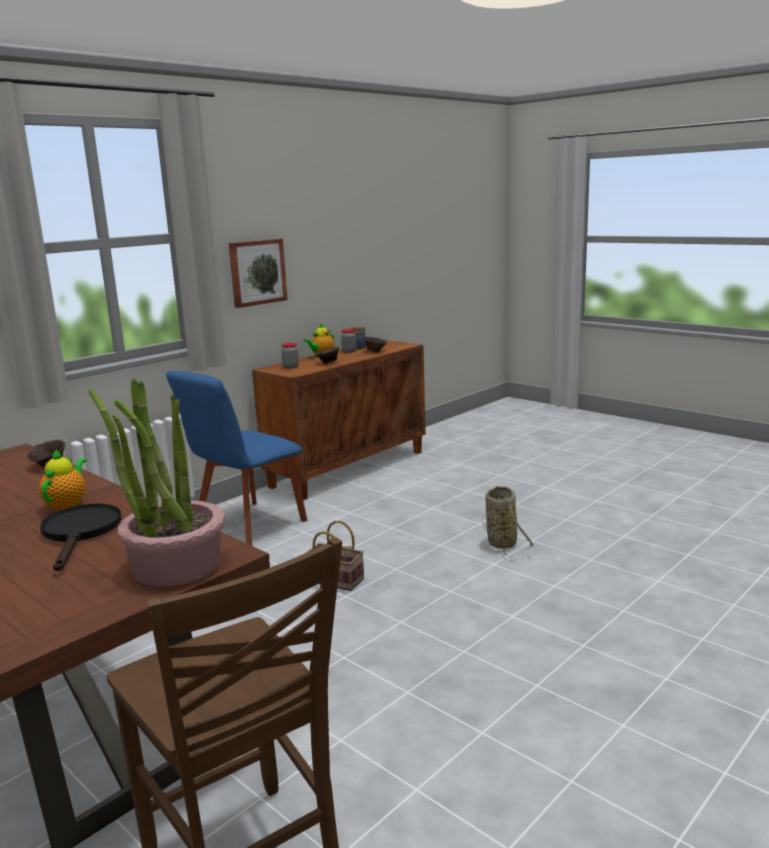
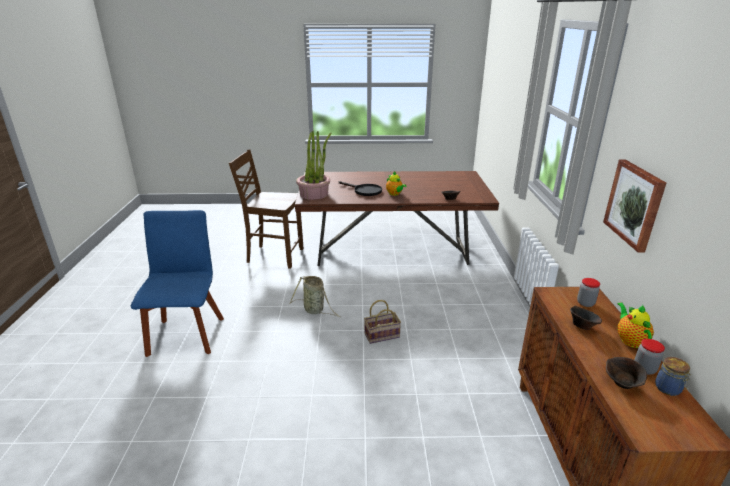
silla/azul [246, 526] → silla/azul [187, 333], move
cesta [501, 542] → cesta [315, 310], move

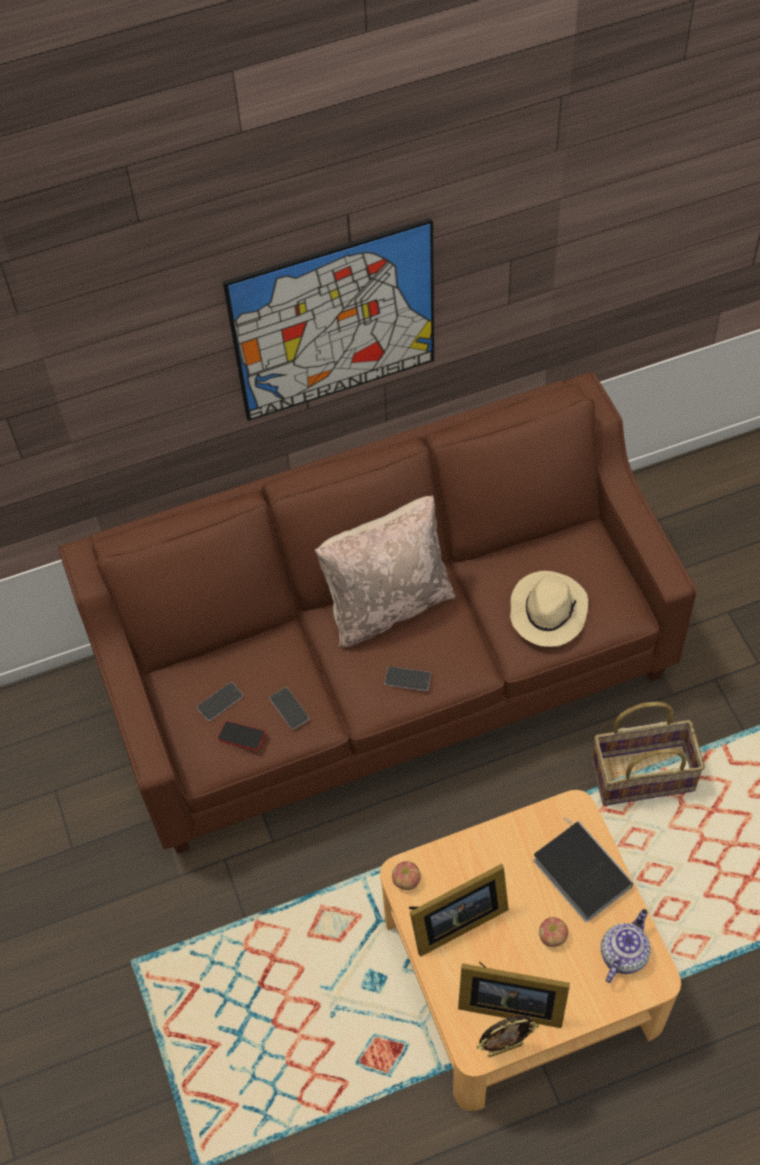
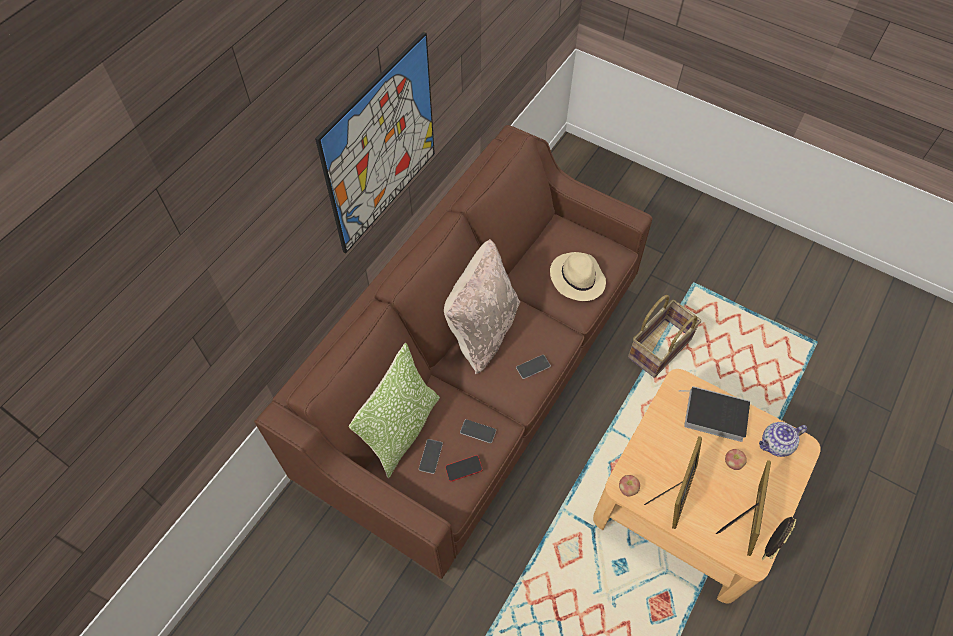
- → cojín [402, 430]
portarretratos [508, 1002] → portarretratos [744, 519], 45 degrees counterclockwise
tetera [623, 953] → tetera [775, 445], 105 degrees counterclockwise

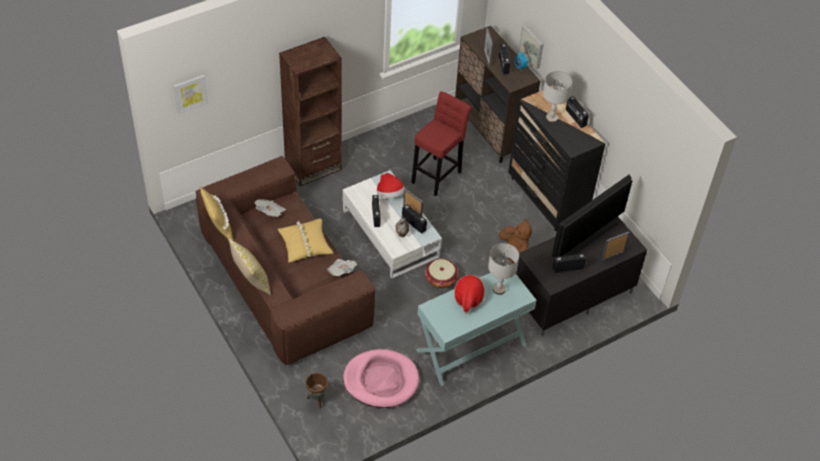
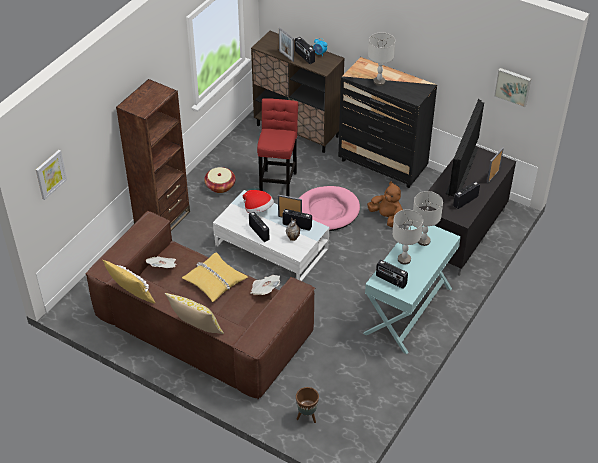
cama para perro/rosa [381, 380] → cama para perro/rosa [326, 211], move
cesta [441, 279] → cesta [220, 186], move
cuadro [532, 46] → cuadro [513, 86], move
radio [575, 118] → radio [391, 280], move
sombrero [468, 299] → lámpara de mesa/gris [404, 259]

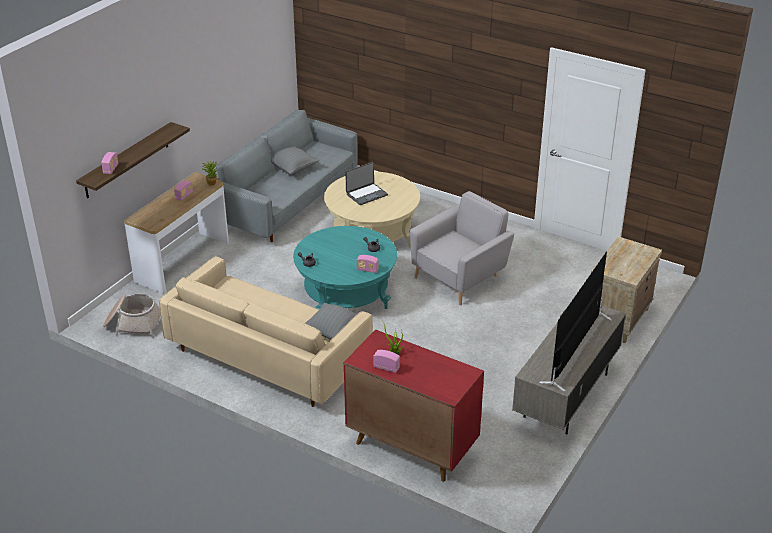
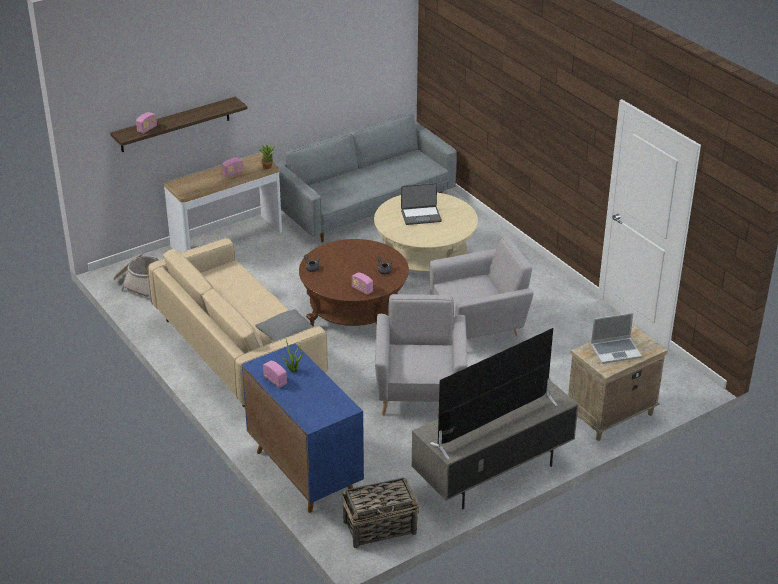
cojín/gris [293, 169] → -
- → cesta [380, 527]
- → sillón/gris [420, 390]
- → portátil [616, 351]
mesa de centro/turquesa [346, 294] → mesa de centro/marrón [354, 311]
armario/rojo [411, 446] → armario/azul [304, 471]

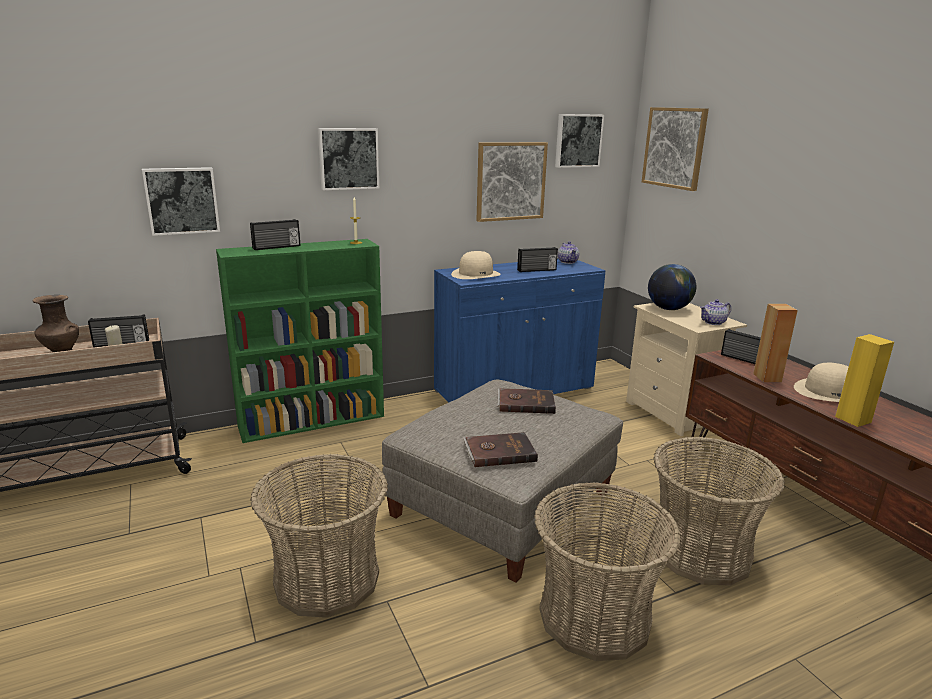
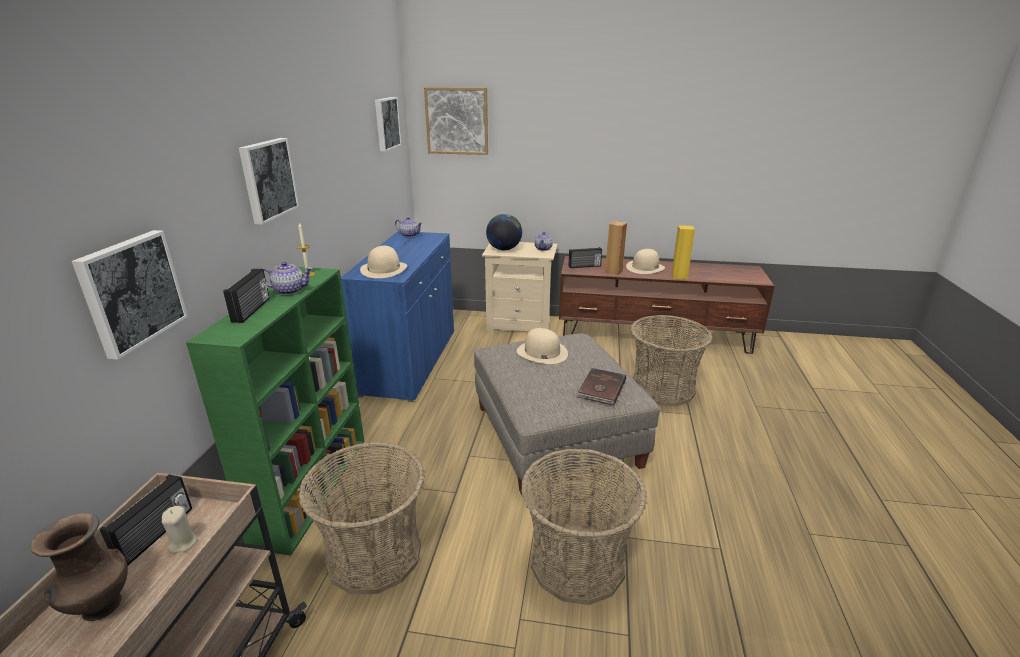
cuadro [510, 181] → -
radio [537, 270] → -
- → tetera [289, 291]
cesta [594, 616] → cesta [374, 554], move
libro/marrón [525, 403] → sombrero/beis [542, 352]

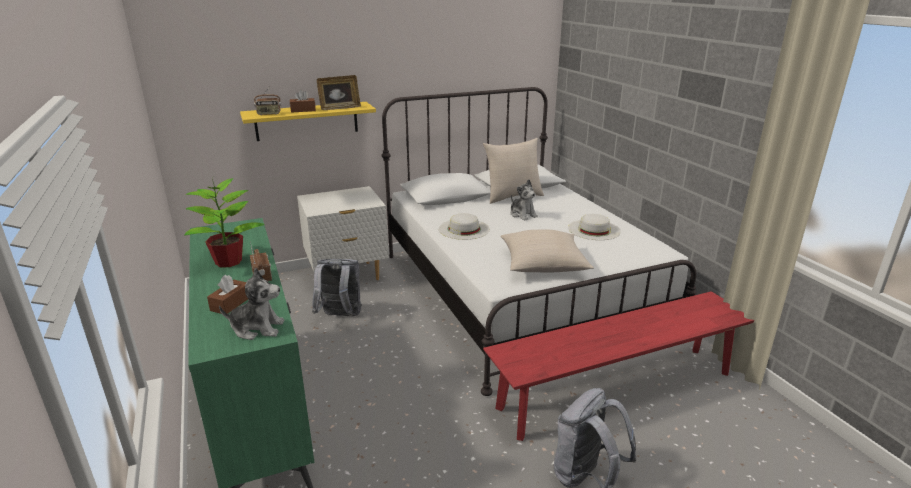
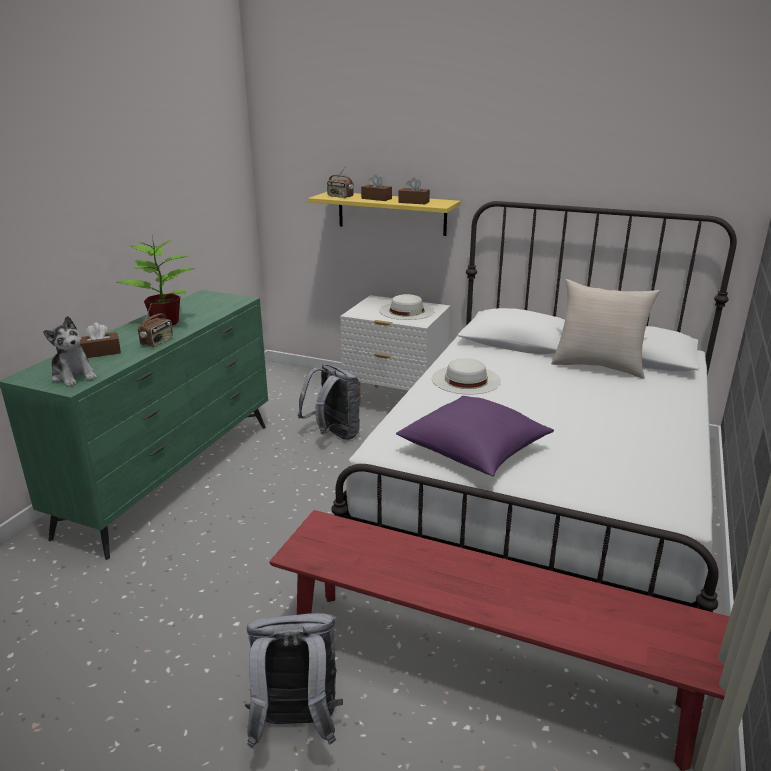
peluche [522, 214] → -
sombrero/blanco [594, 229] → sombrero/blanco [406, 311], move
portarretratos [340, 108] → caja de pañuelos/marrón [414, 202]
cojín/beis [543, 264] → cojín/morado [474, 450]

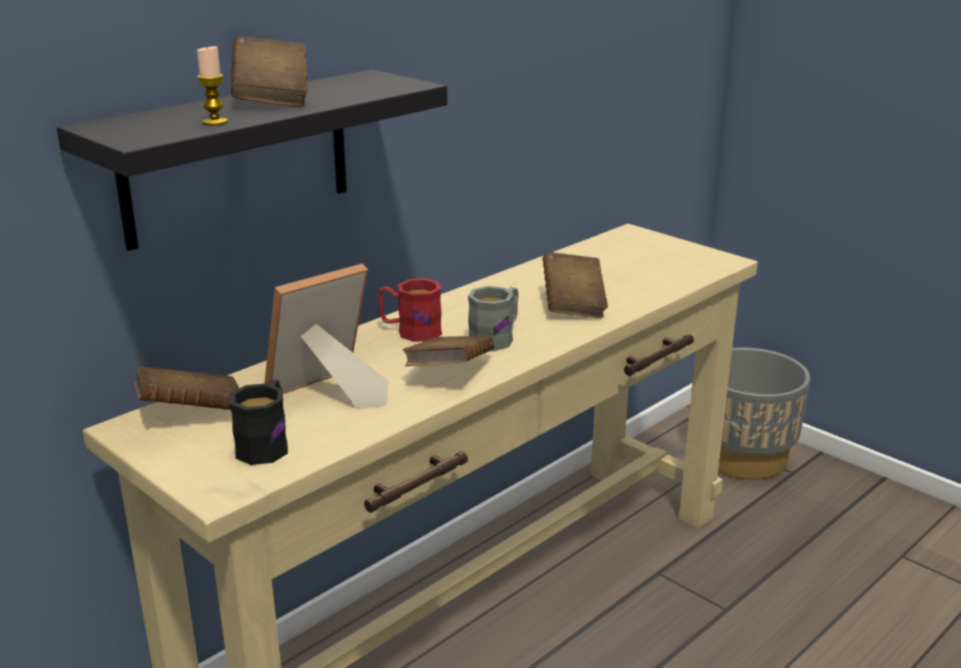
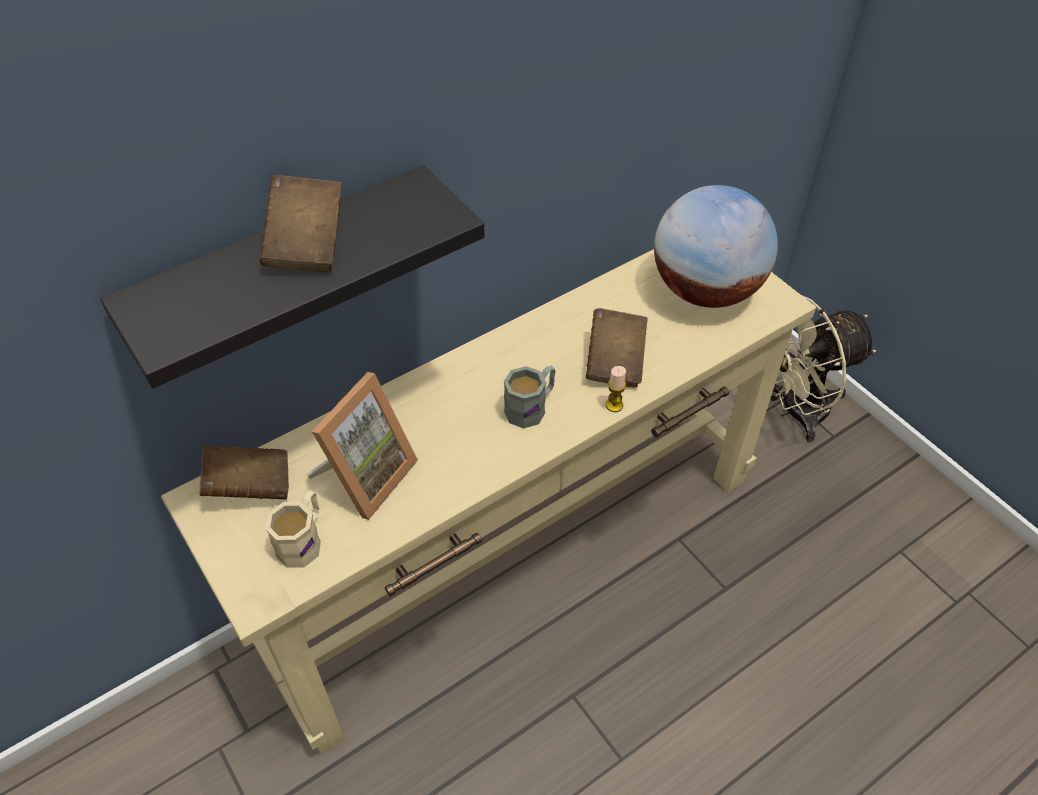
taza grande/rojo [410, 331] → -
libro/marrón [449, 373] → -
- → globo terráqueo [705, 291]
vela [215, 122] → vela [614, 405], move
maceta/gris [744, 458] → ventilador/beis [794, 412]
taza grande/negro [266, 444] → taza grande/beis [303, 540]
portarretratos [326, 395] → portarretratos [365, 476], 150 degrees clockwise

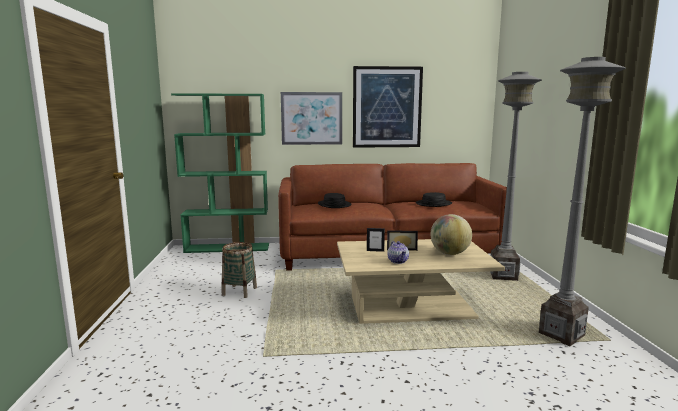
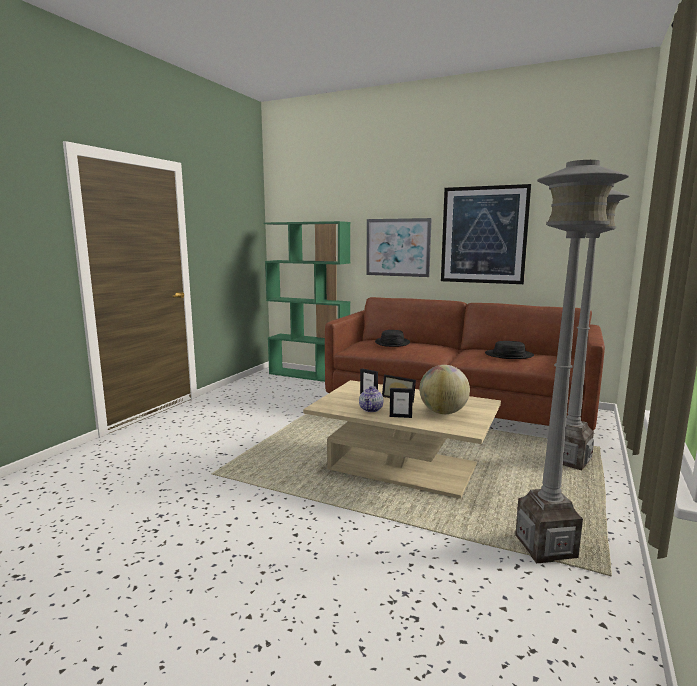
cesta [239, 291] → -
- → portarretratos [400, 416]

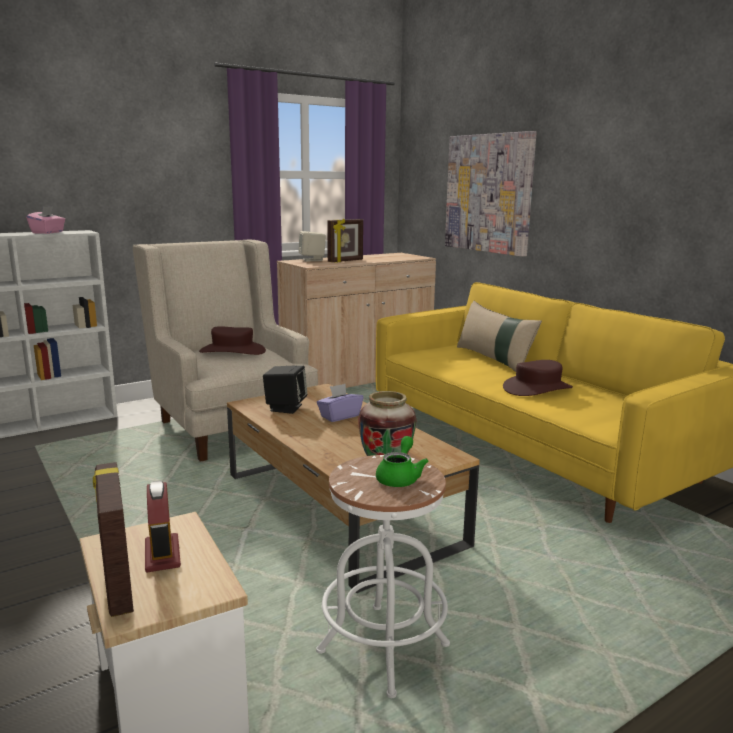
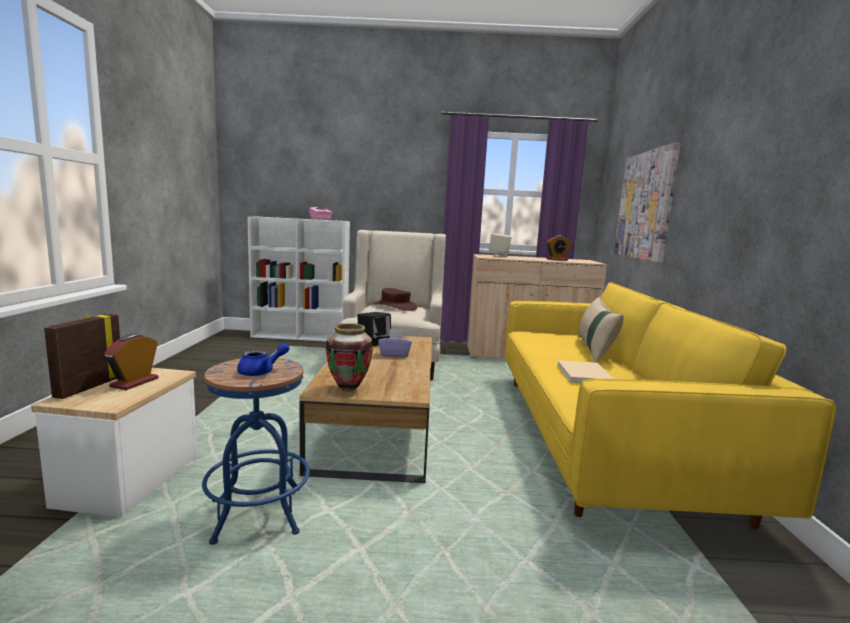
portarretratos [346, 261] → -
- → despertador [557, 259]
sombrero/marrón [537, 388] → libro/beis [585, 374]
taburete/blanco [383, 649] → taburete/azul [258, 515]
tetera/verde [400, 477] → tetera/azul [261, 372]

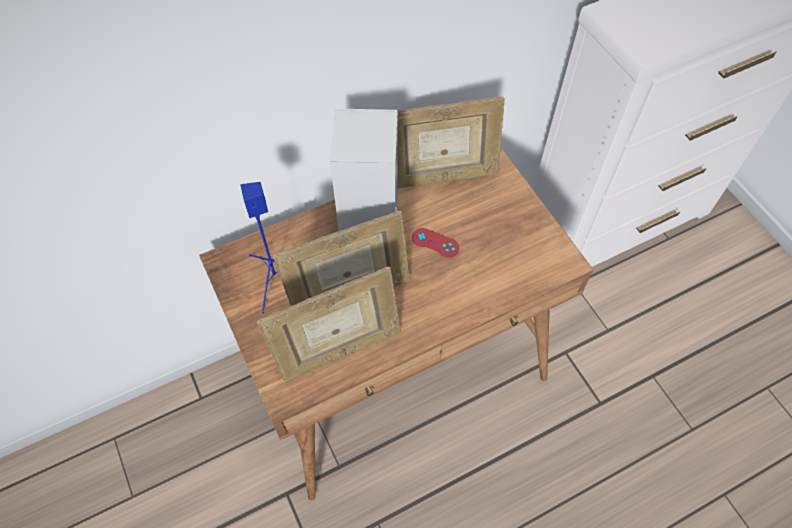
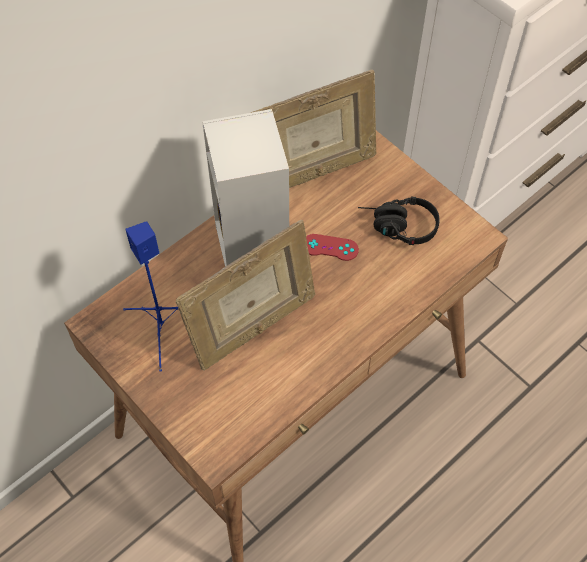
portarretratos [339, 351] → -
- → auriculares/negro [396, 227]

